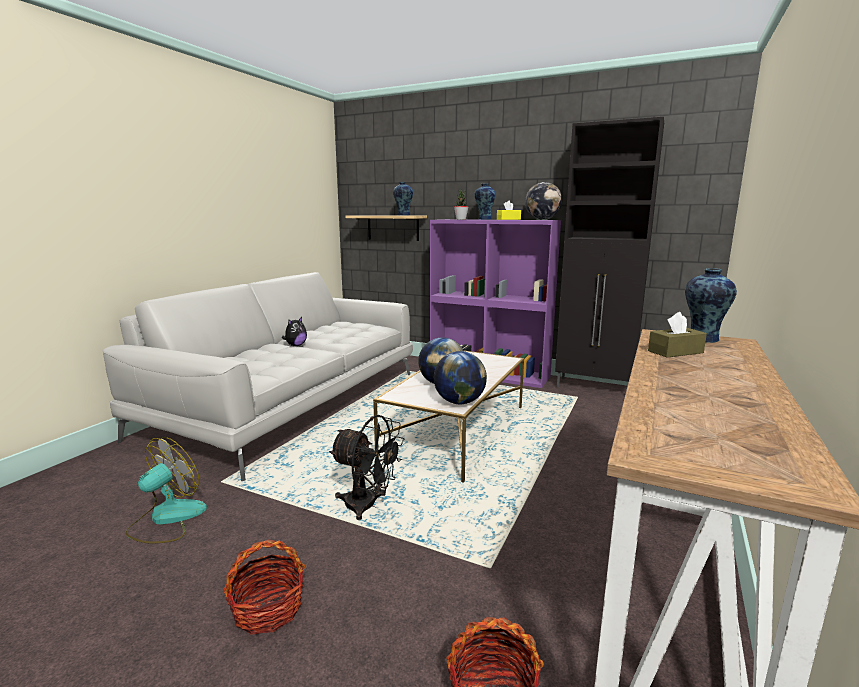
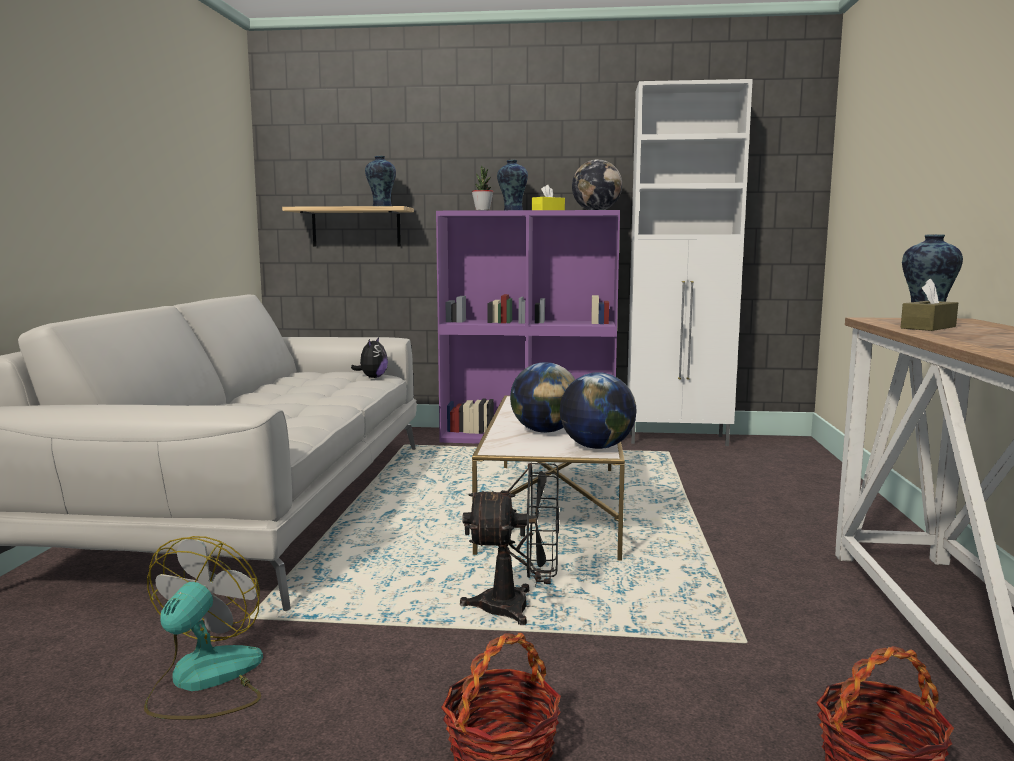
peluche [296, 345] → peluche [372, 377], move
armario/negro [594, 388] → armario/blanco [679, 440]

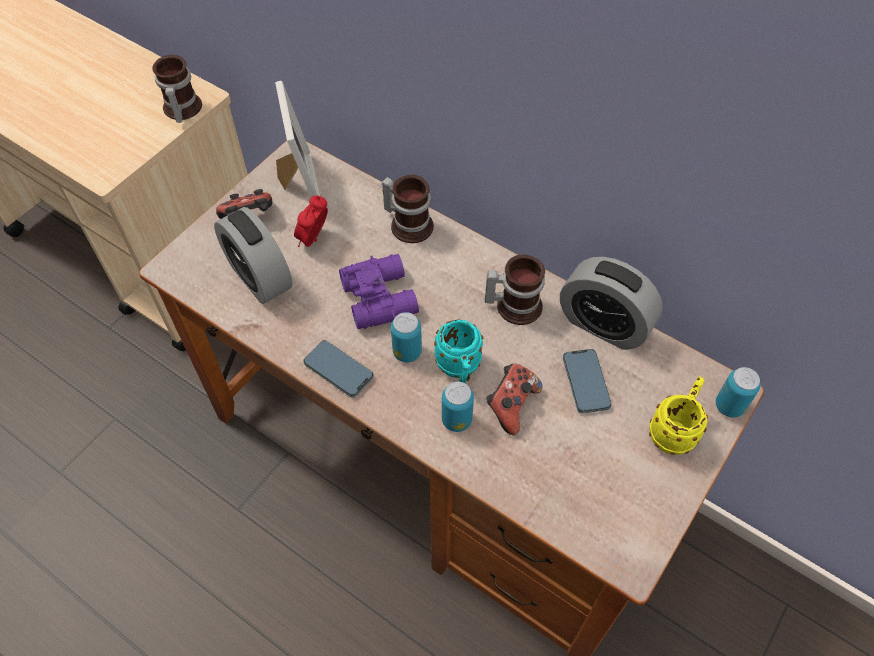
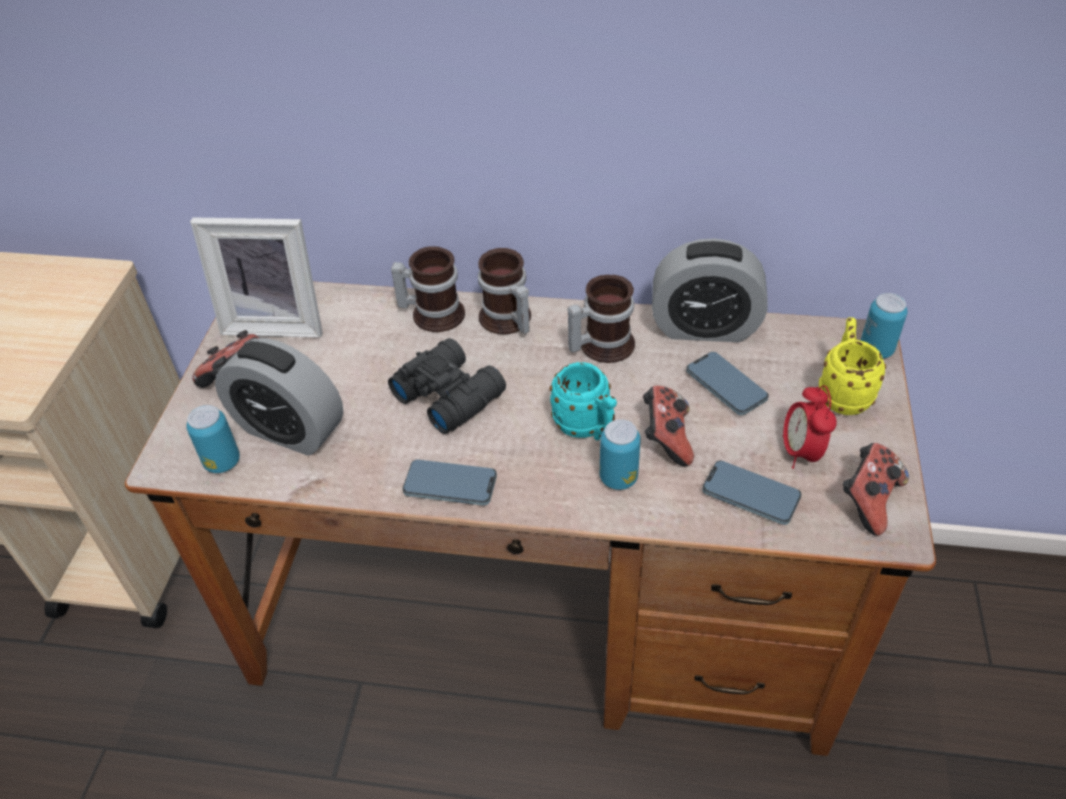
- → móvil [750, 495]
- → mando de consola [868, 500]
taza grande [180, 110] → taza grande [506, 321], move
despertador [314, 240] → despertador [801, 452], move
lata [407, 352] → lata [222, 462], move
prismáticos/morado [380, 296] → prismáticos/negro [449, 393]
portarretratos [298, 184] → portarretratos [276, 321], 135 degrees clockwise

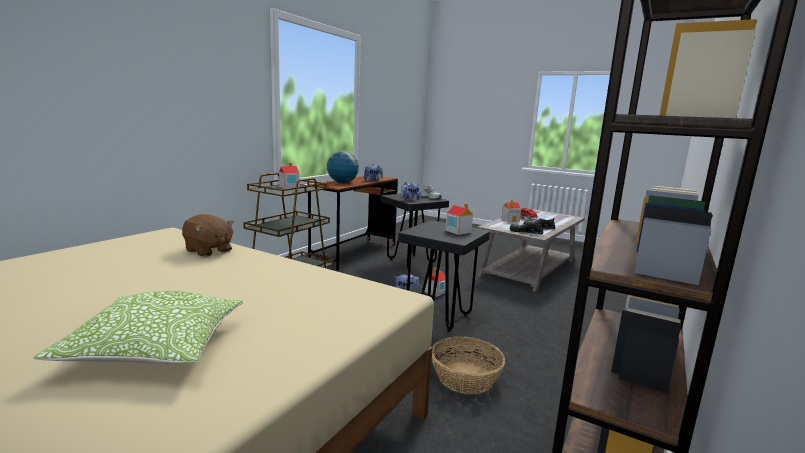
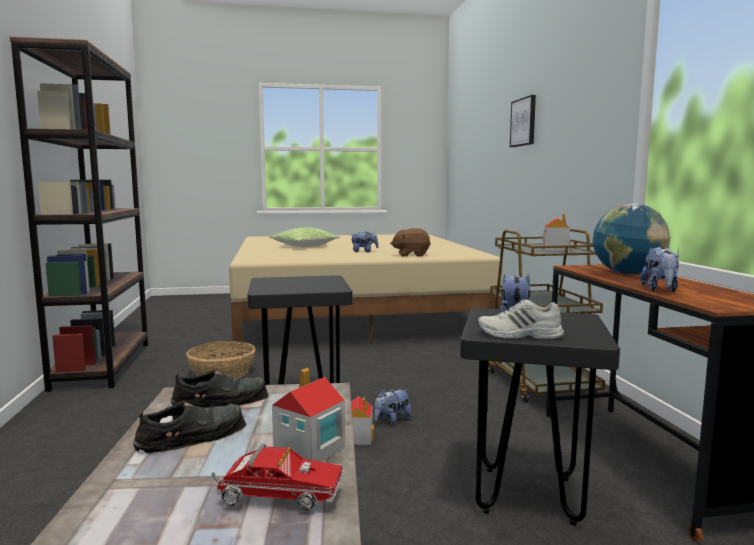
casita [458, 231] → -
- → peluche [364, 252]
- → cuadro [524, 122]

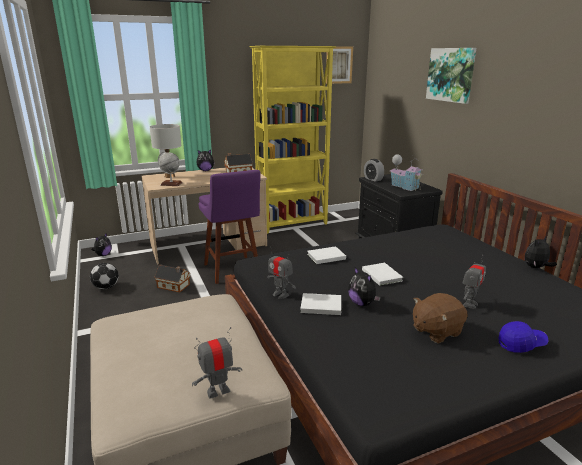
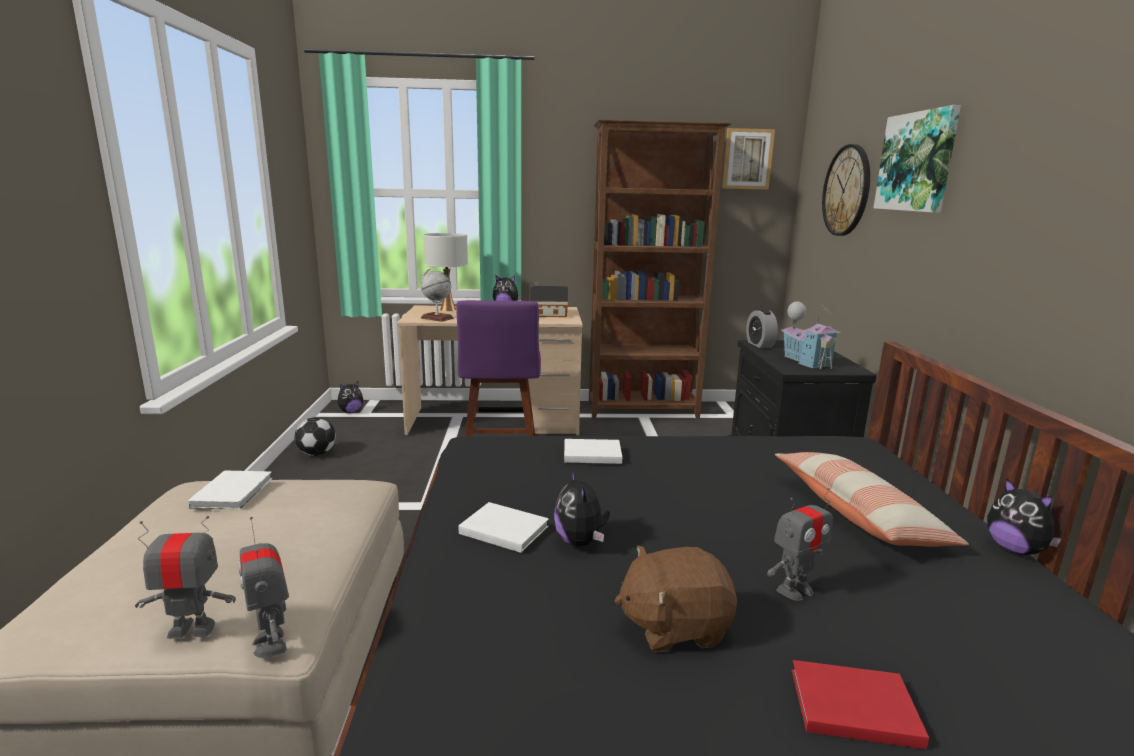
casita [174, 286] → -
- → cojín [858, 514]
- → reloj de pared [847, 191]
robot de juguete [280, 294] → robot de juguete [272, 643], move
libro/blanco [381, 275] → libro/blanco [234, 492], move
gorra/azul [521, 344] → libro/rojo [850, 705]
estantería/amarillo [293, 224] → estantería/marrón [643, 411]
peluche [536, 267] → peluche [1015, 550], 105 degrees counterclockwise

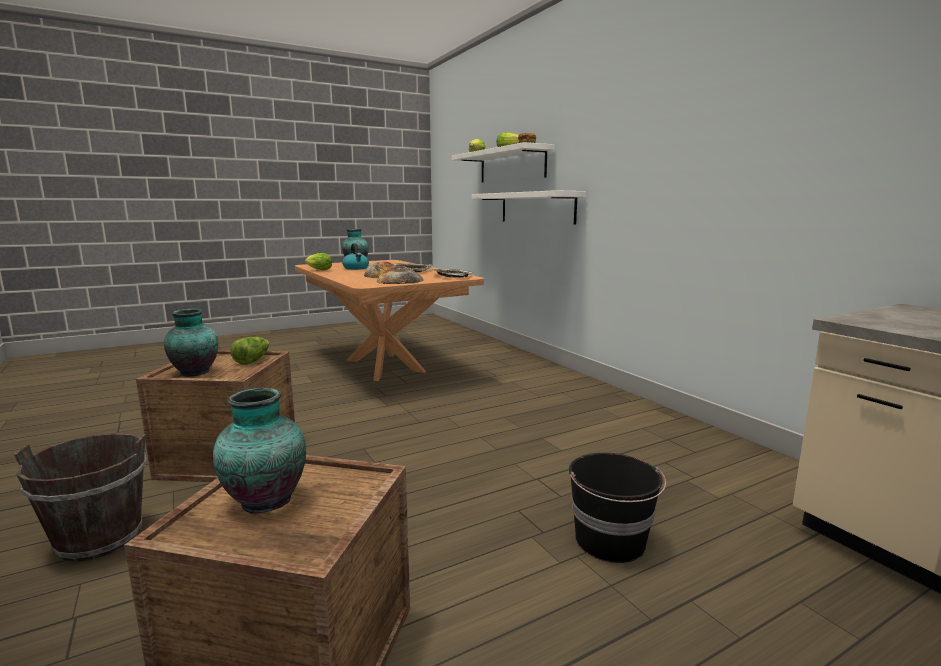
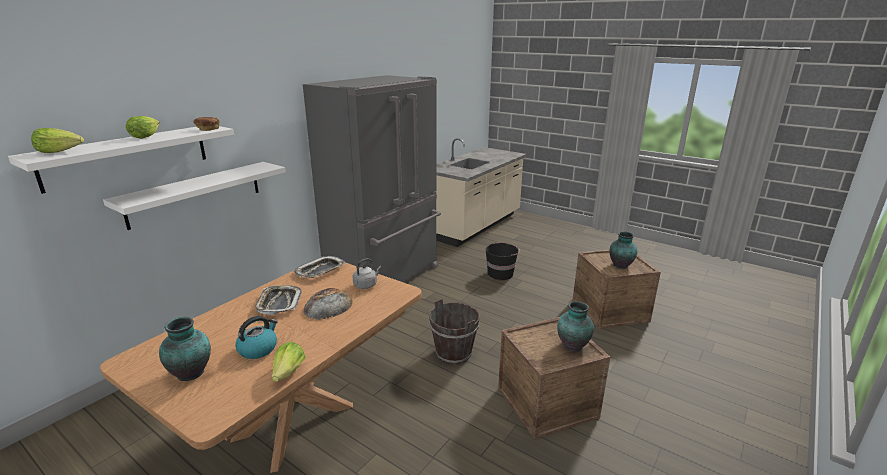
lechuga [252, 360] → -
- → nevera/gris [386, 276]
cubo/marrón [99, 539] → cubo/marrón [454, 353], move
pan [400, 281] → hervidor/gris [366, 285]

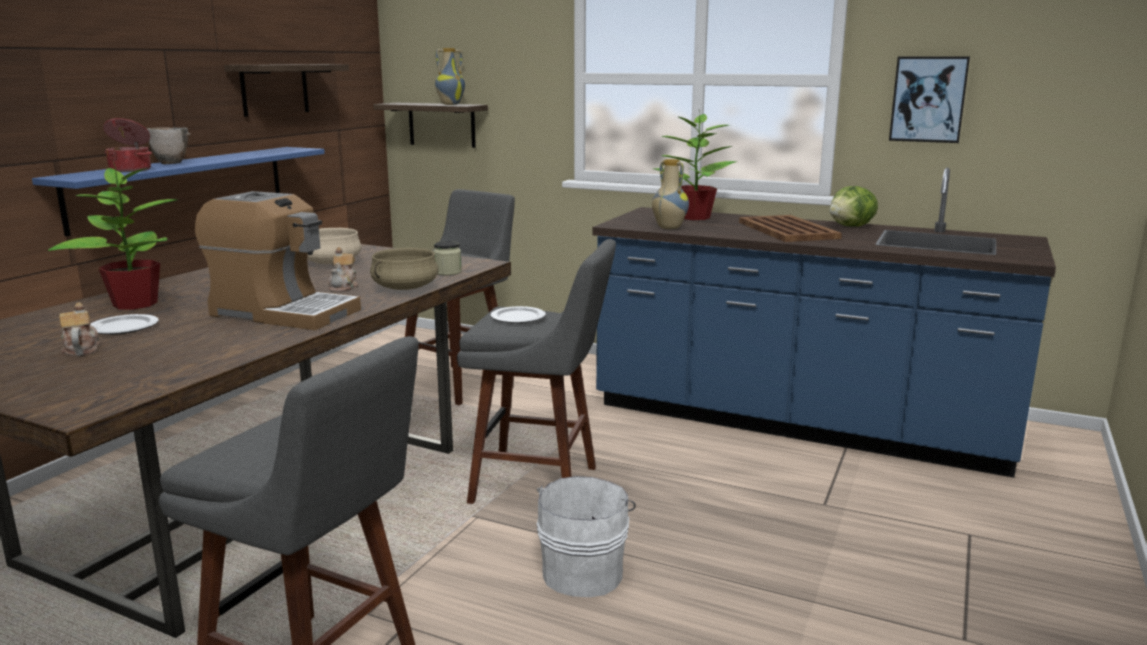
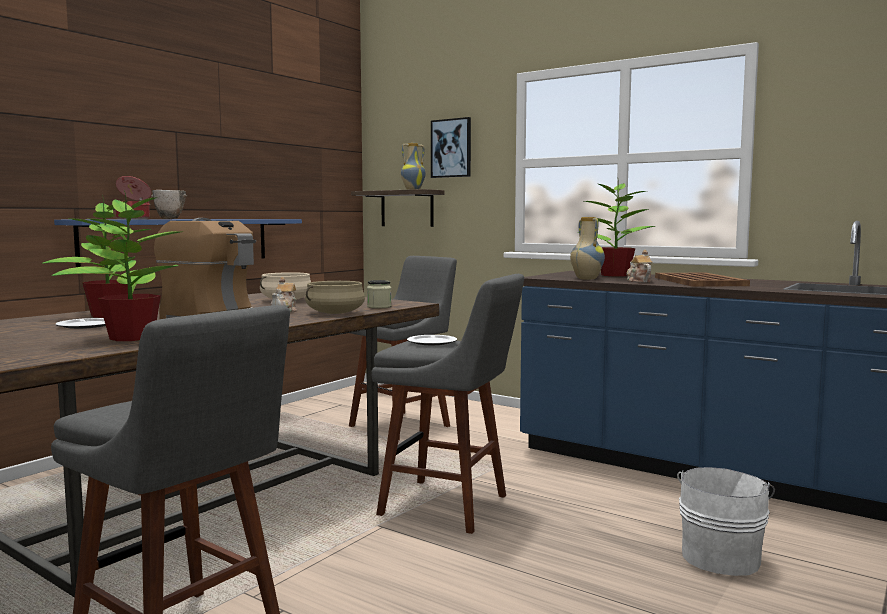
estante [274, 89] → -
lechuga [851, 226] → -
- → planta en maceta [131, 337]
tetera [81, 349] → tetera [638, 281], move
cubo/blanco [584, 571] → cubo/blanco [721, 556], move
cuadro [928, 99] → cuadro [451, 148], move

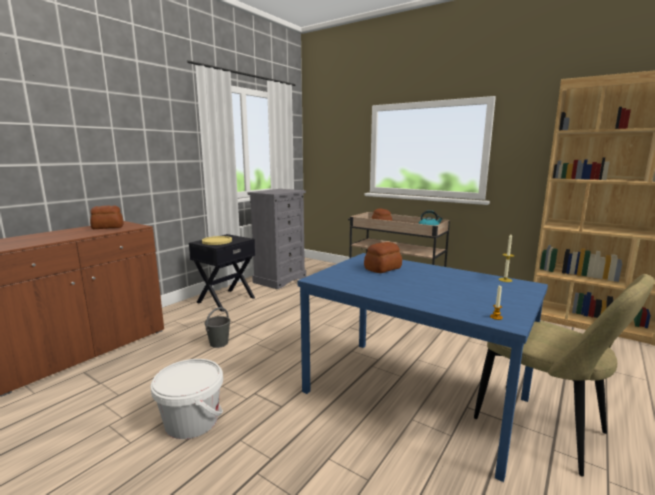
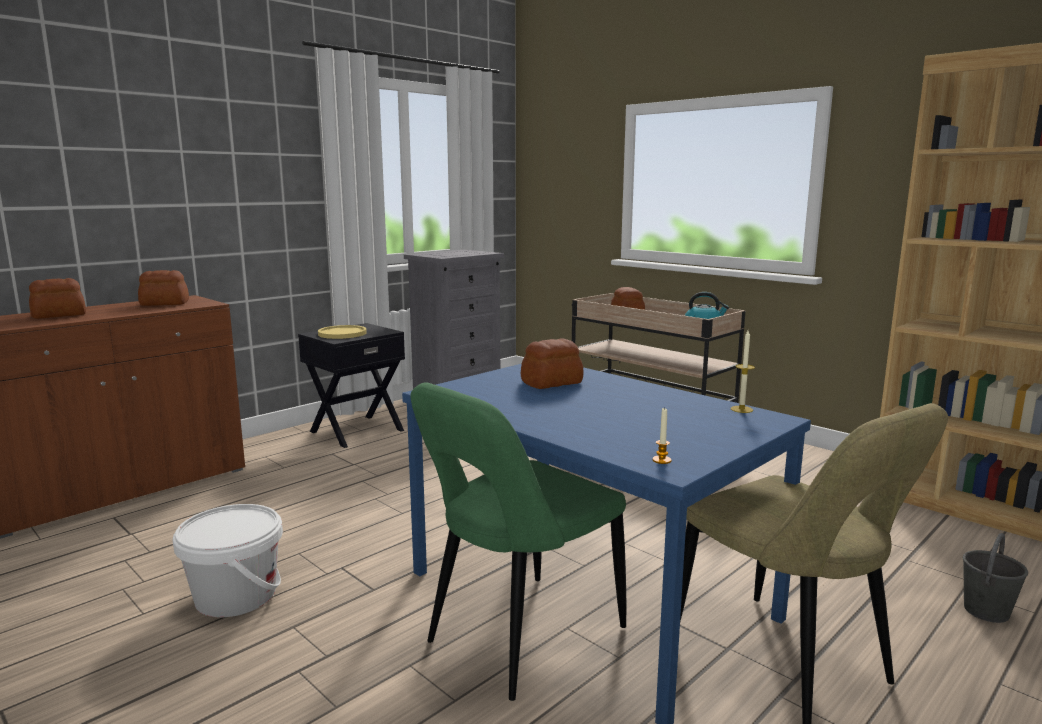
- → pan [59, 315]
- → silla/verde [519, 638]
cubo/gris [218, 343] → cubo/gris [986, 611], move

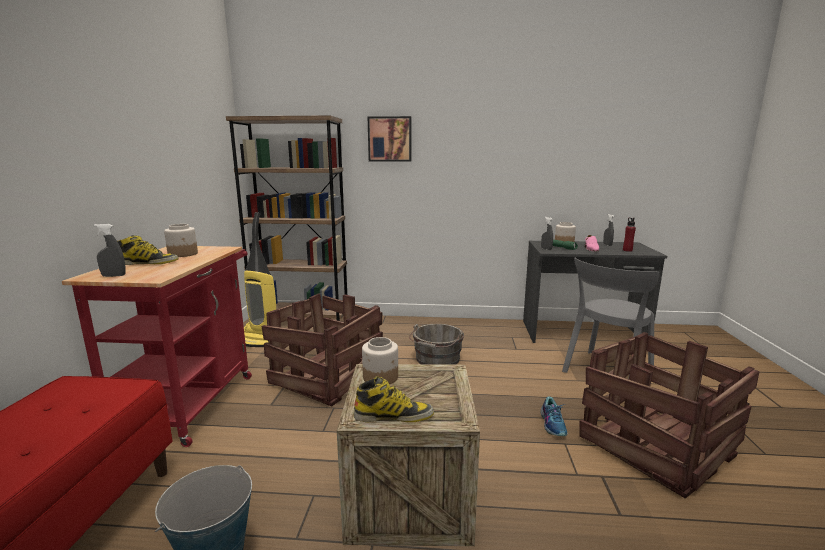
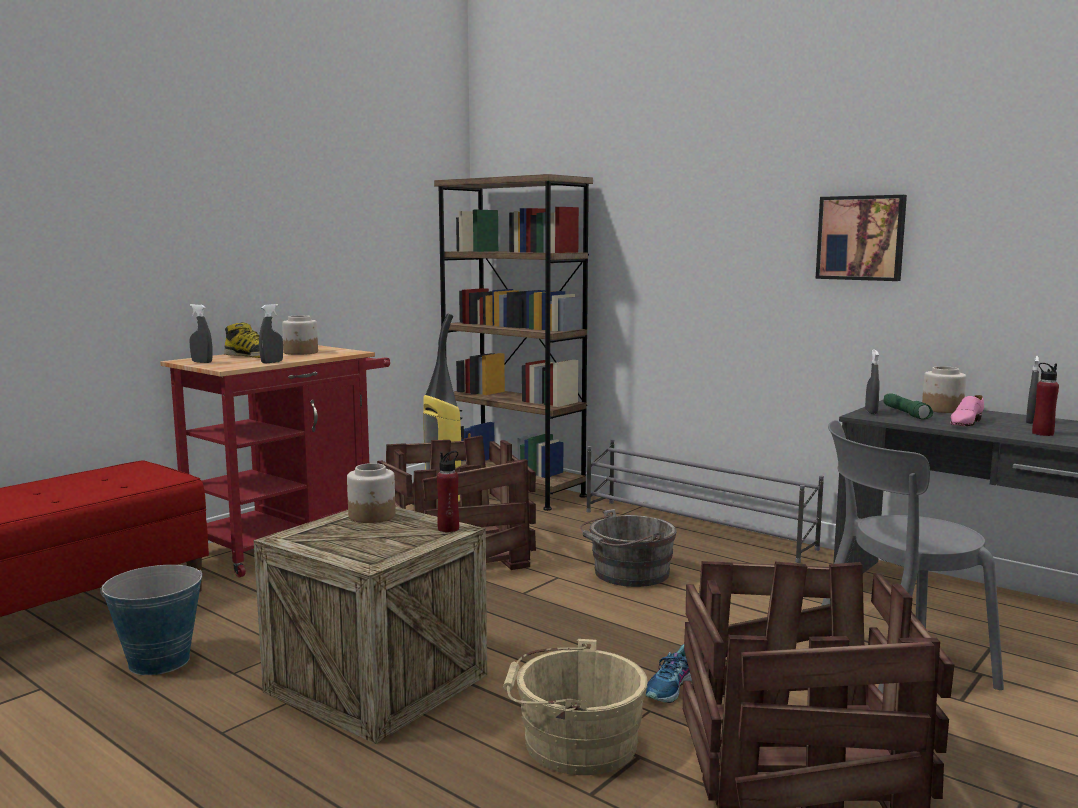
bota [394, 416] → -
- → pulverizador/gris [272, 362]
- → botella/rojo [448, 529]
- → cubo/beis [573, 743]
- → zapatero/gris [696, 530]
cuadro [390, 139] → cuadro [861, 238], move

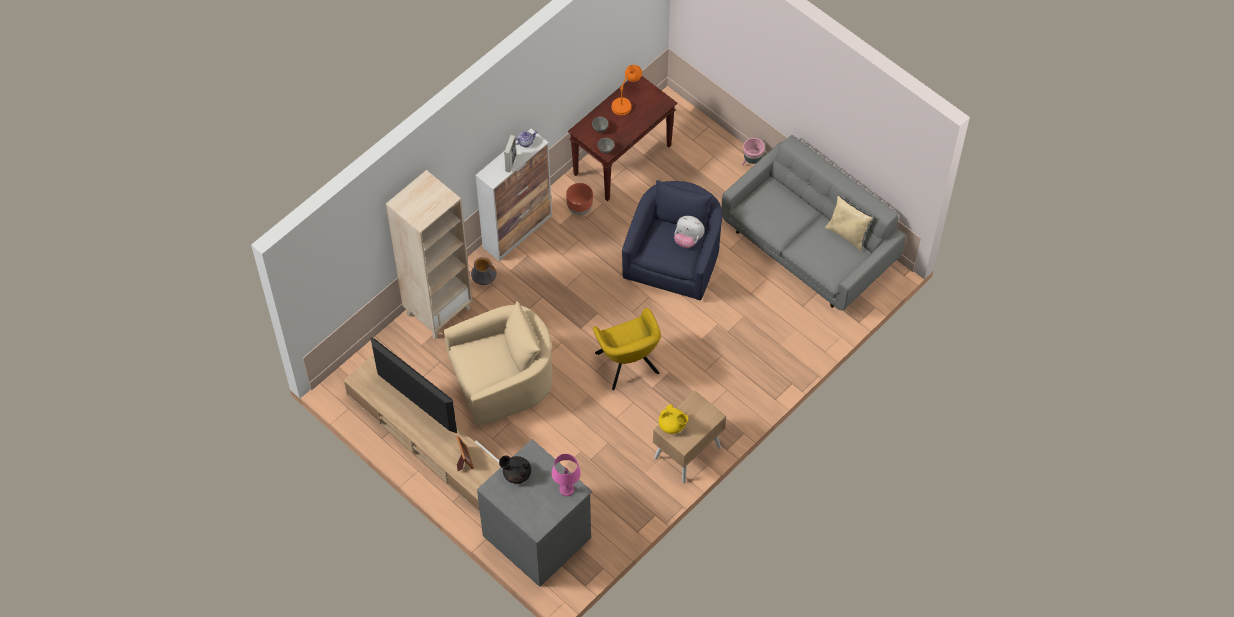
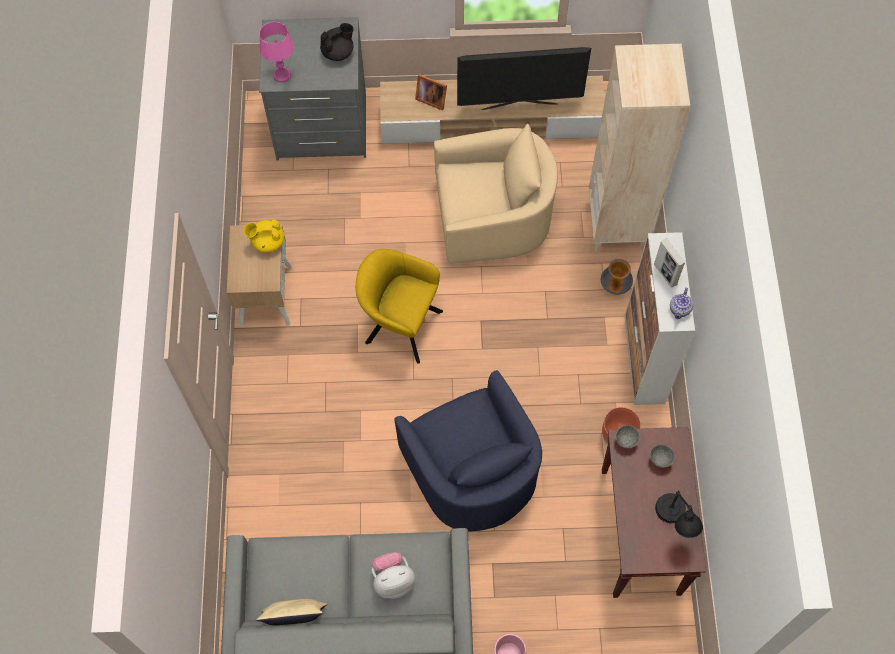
peluche [688, 239] → peluche [393, 580], move
lámpara de mesa/naranja [626, 100] → lámpara de mesa/negro [674, 522]
sillón/beis [503, 380] → sillón/beis [492, 217], 120 degrees counterclockwise

